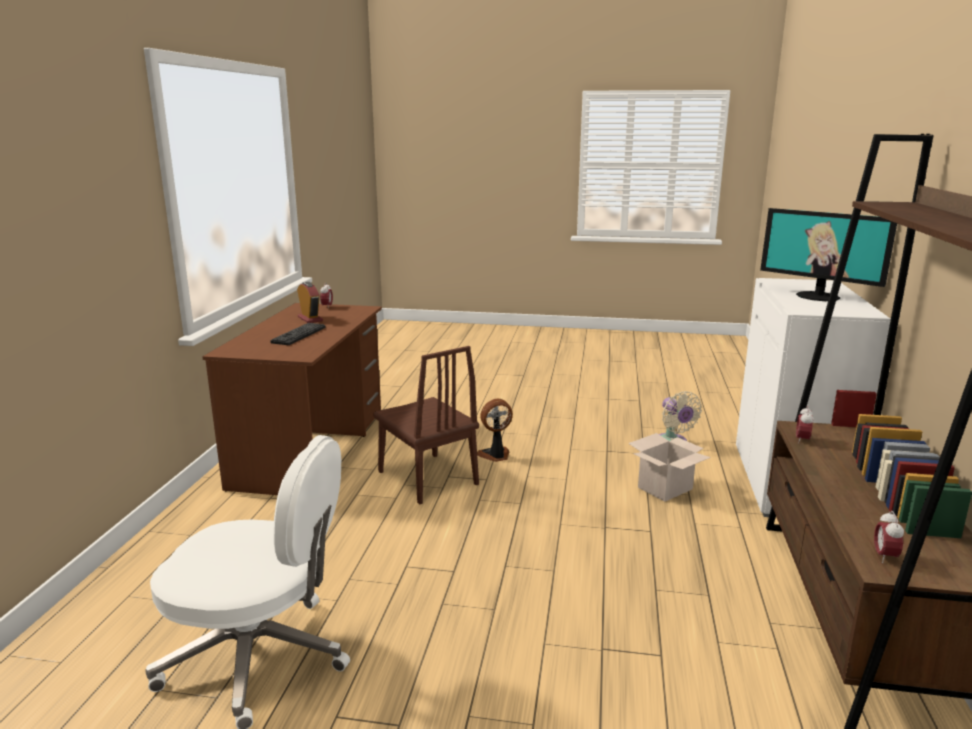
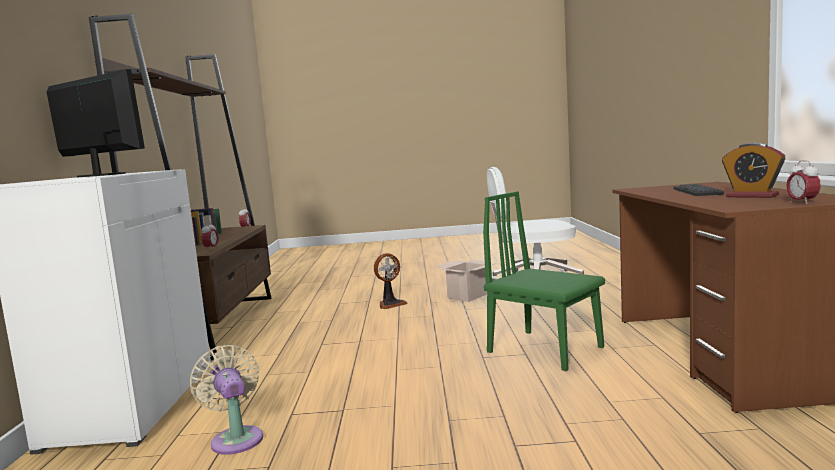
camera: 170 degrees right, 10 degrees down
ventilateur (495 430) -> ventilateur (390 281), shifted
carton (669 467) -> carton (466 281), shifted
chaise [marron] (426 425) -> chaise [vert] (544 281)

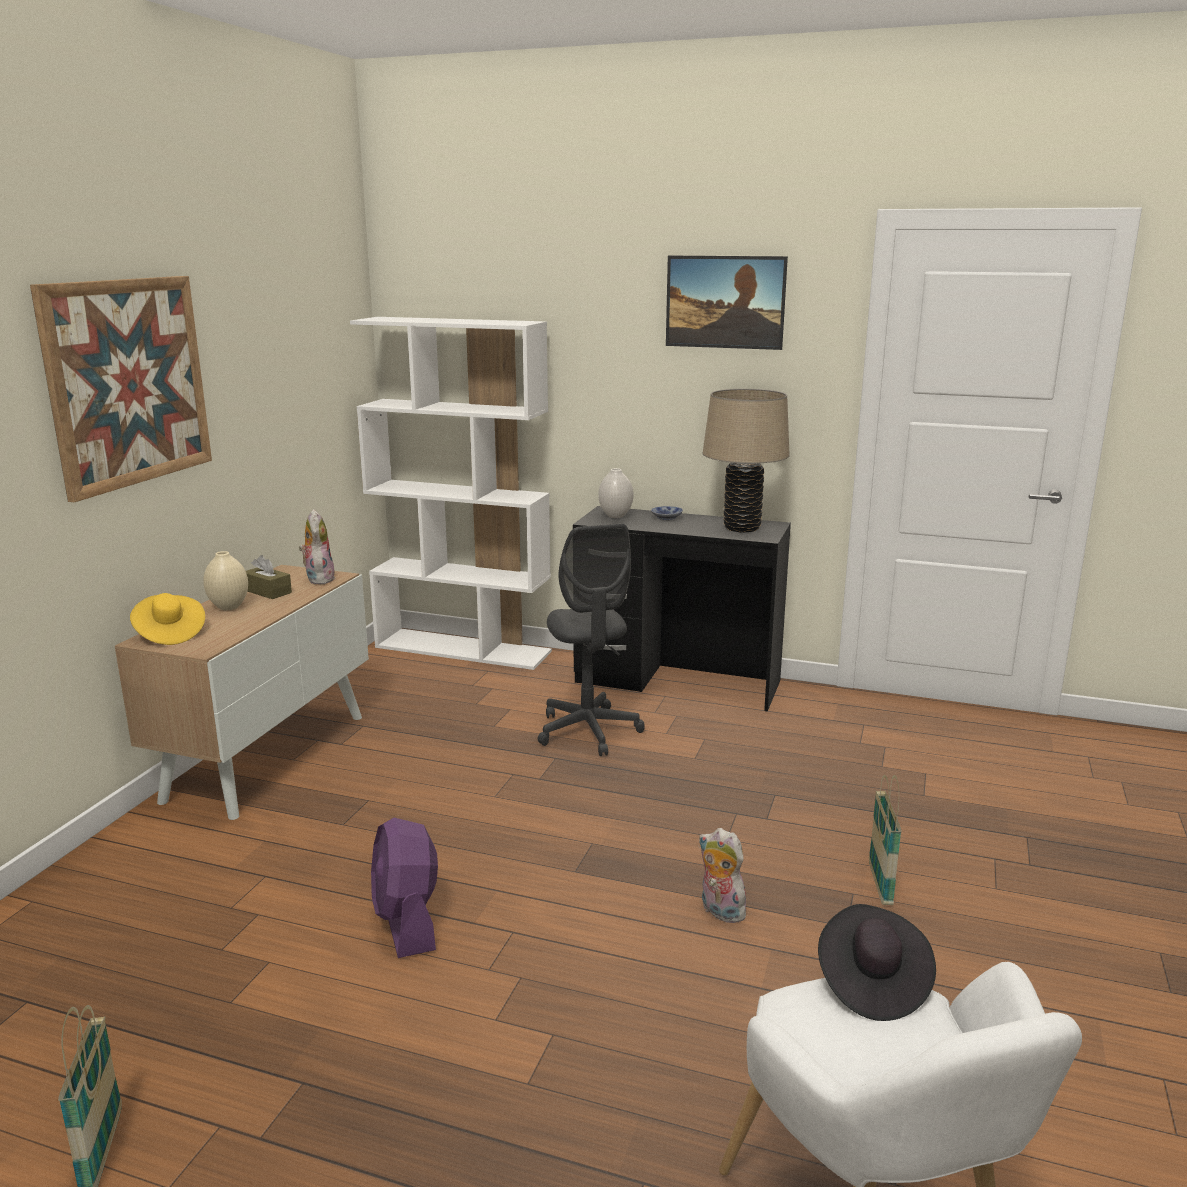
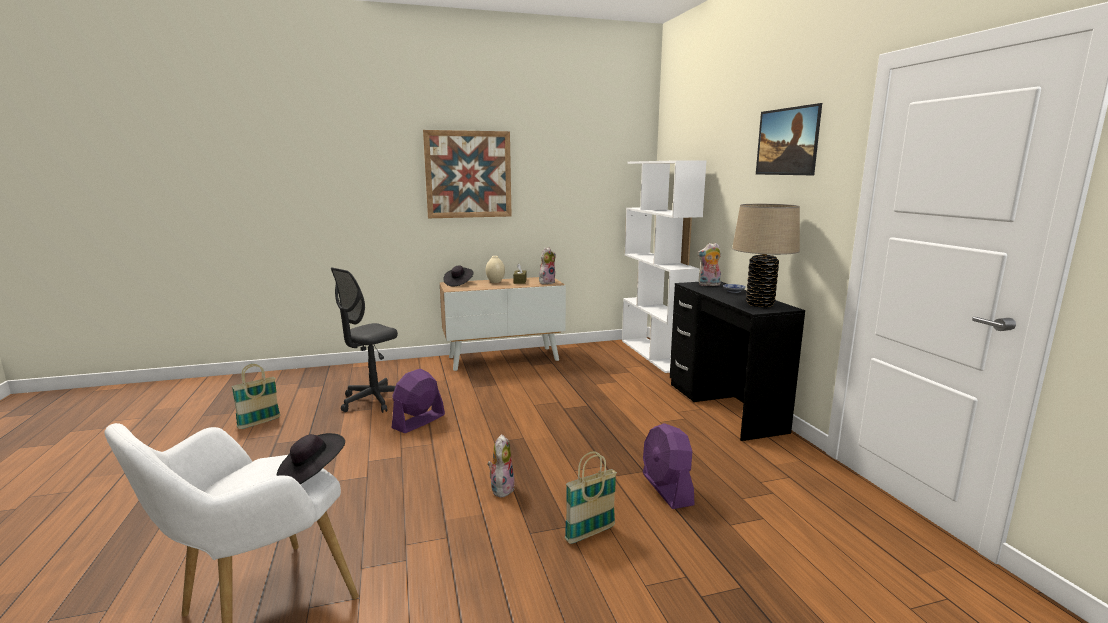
camera: 55 degrees right, 5 degrees down
chaise de bureau [gris] (591 640) -> chaise de bureau [gris] (364 340), shifted
chapeau [jaune] (167 619) -> chapeau [noir] (459 276)
none -> ventilateur [violet] (669 466)
vase [blanc] (616 493) -> peluche (709 264)

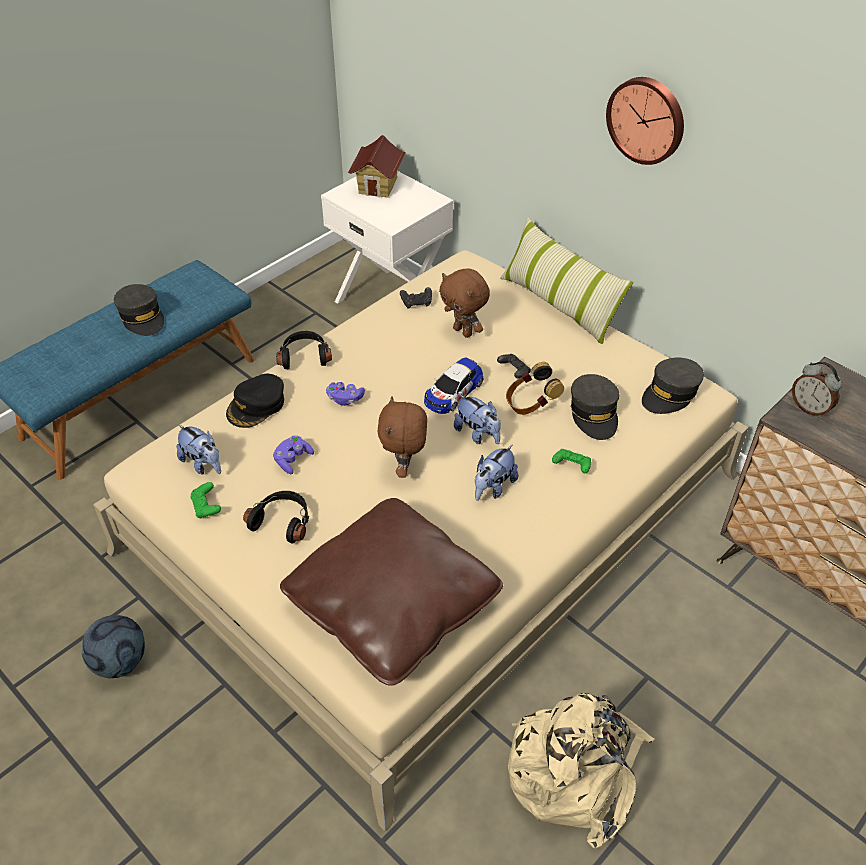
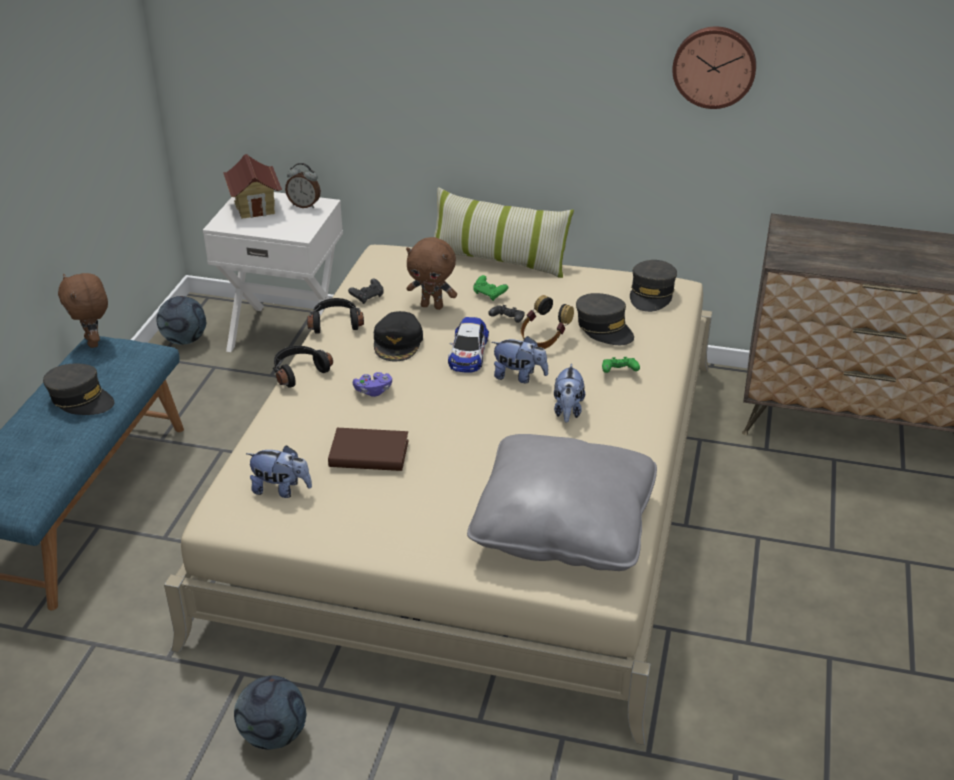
camera: 30 degrees left, 10 degrees down
peluche [marron] (402 437) -> peluche [marron] (83 310), shifted
none -> ballon de foot (181 320)
réveil (817 389) -> réveil (303 185), shifted
casque audio [noir] (276 517) -> casque audio [noir] (335 316), shifted
manette [violet] (293 454) -> livre [marron] (368 449)
casquette [noir] (255 401) -> casquette [noir] (398 336), shifted
coussin [marron] (391 592) -> coussin [gris] (562 502)
manette [vert] (205 500) -> manette [vert] (490 288), shifted
horloge murale (645 121) -> horloge murale (714 67), shifted
sac à dos [beige] (581 770) -> none

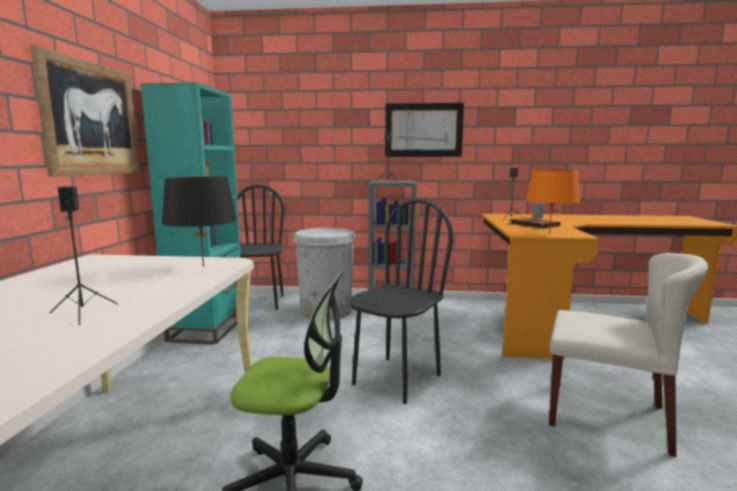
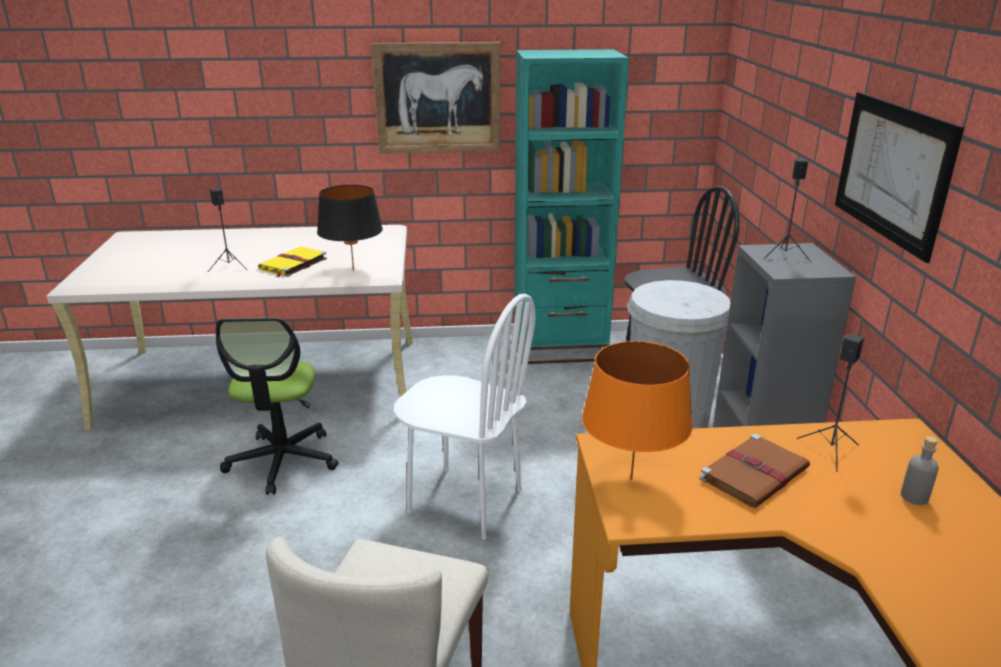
camera: 80 degrees right, 15 degrees up
none -> livre [jaune] (292 262)
chaise [noir] (401 301) -> chaise [blanc] (464 417)

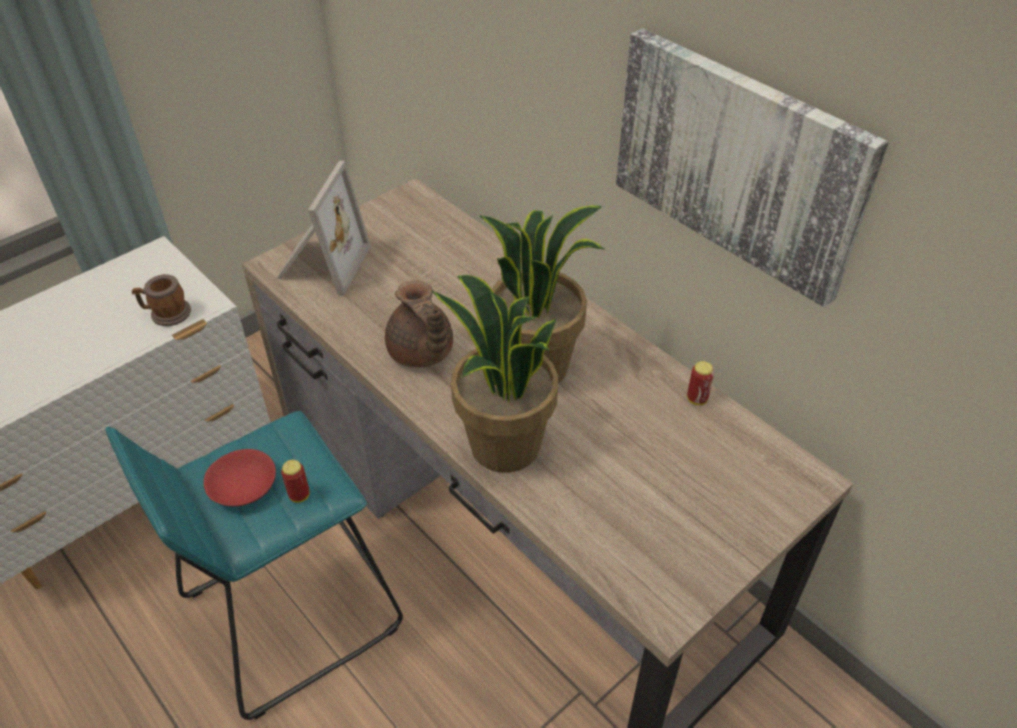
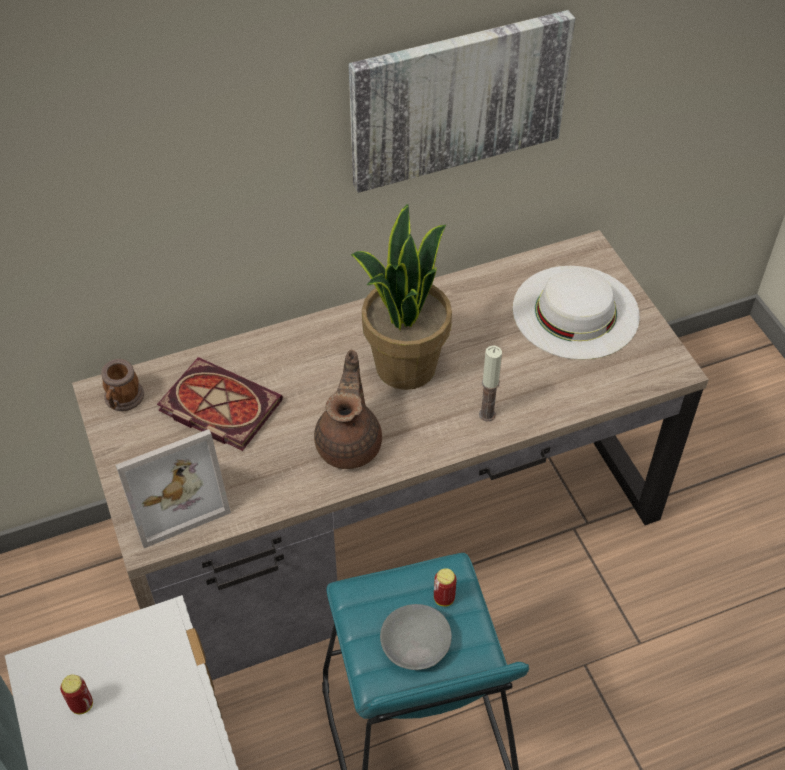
camera: 70 degrees left, 5 degrees up
boîte métallique (700 383) -> boîte métallique (76 694), shifted
mug (161 300) -> mug (122 385), shifted
cadre photo (323 228) -> cadre photo (173 488), 120 degrees clockwise
none -> livre (220 404)
théière [marron] (419 324) -> théière [marron] (348 409), 75 degrees counterclockwise
bol [rouge] (240 478) -> bol [gris] (416 637)
plante en pot (494 374) -> bougie (490 383)
none -> chapeau [blanc] (576 313)

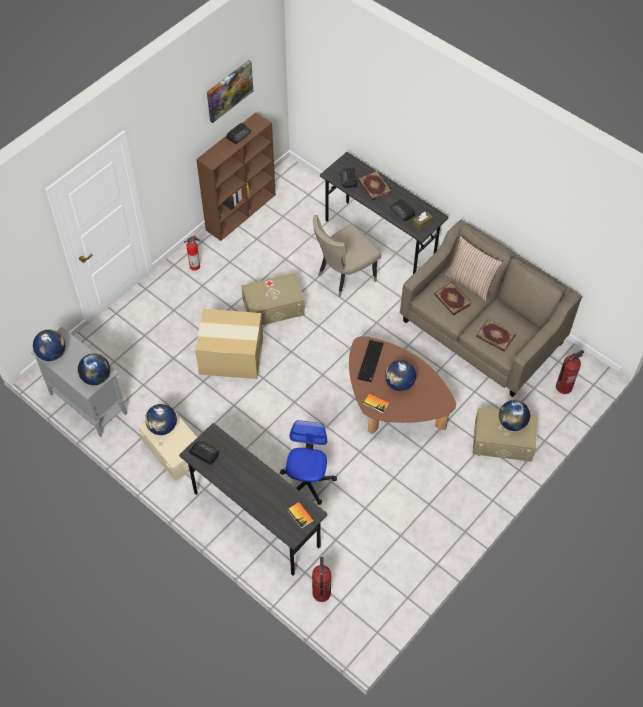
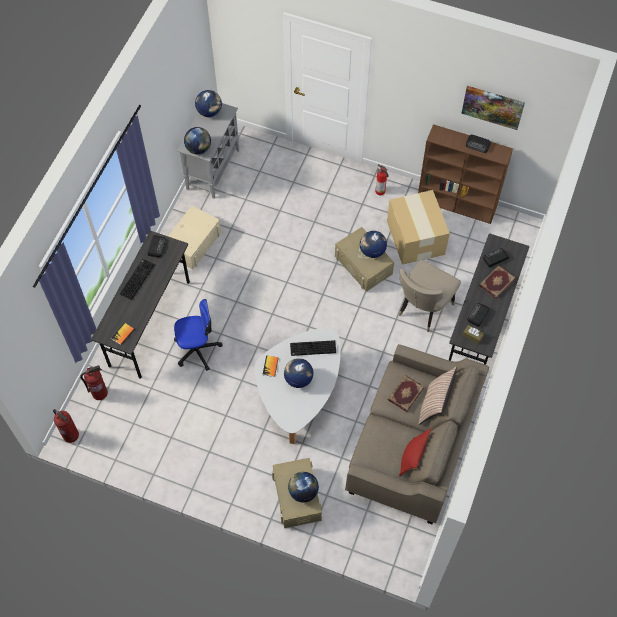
camera: 70 degrees right, 5 degrees up
extincteur (570 372) -> extincteur (66 426), shifted
none -> clavier (137 279)
table basse [marron] (402 385) -> table basse [blanc] (298 386)
globe (161 419) -> globe (373 244), shifted
carton (229 344) -> carton (418 227), shifted
chaise [beige] (347 256) -> chaise [beige] (429 295), 90 degrees counterclockwise
none -> coussin [rouge] (415 452)
livre (496 335) -> none

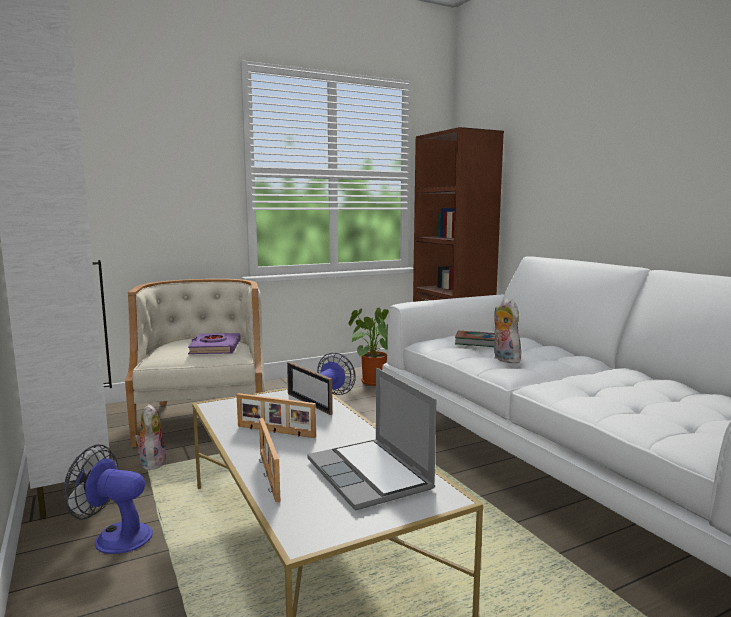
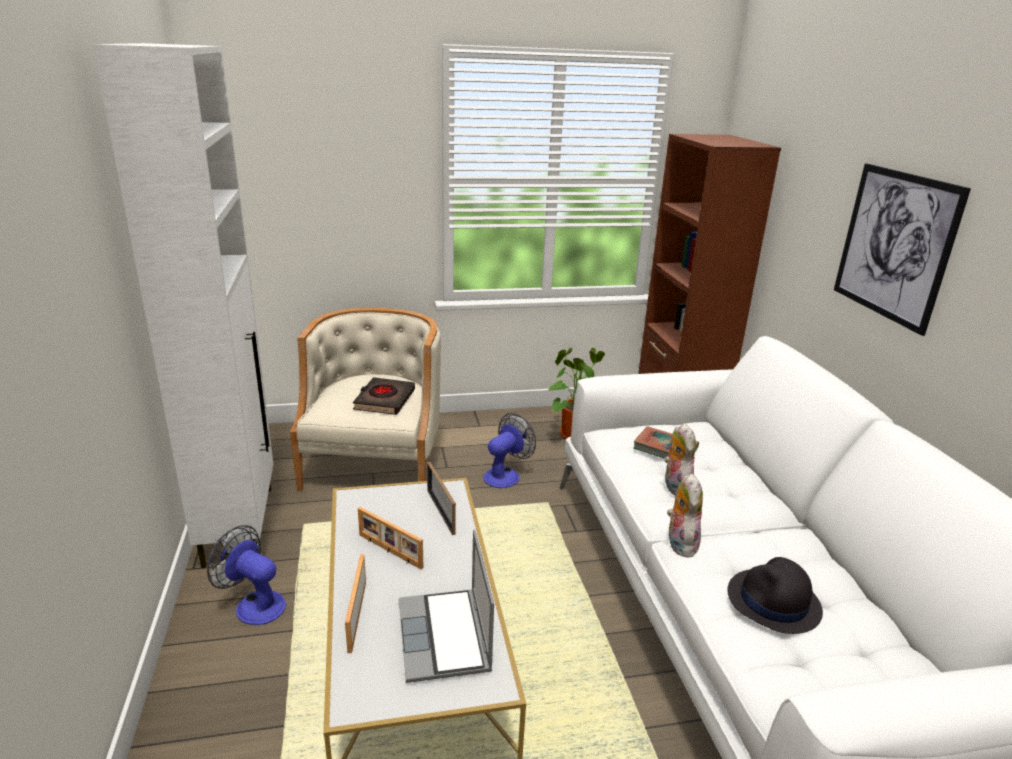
camera: 15 degrees right, 15 degrees up
livre [violet] (214 343) -> livre [noir] (384 396)
peluche (150 437) -> peluche (685 515), shifted
none -> chapeau [noir] (775 595)
none -> tableau (902 249)

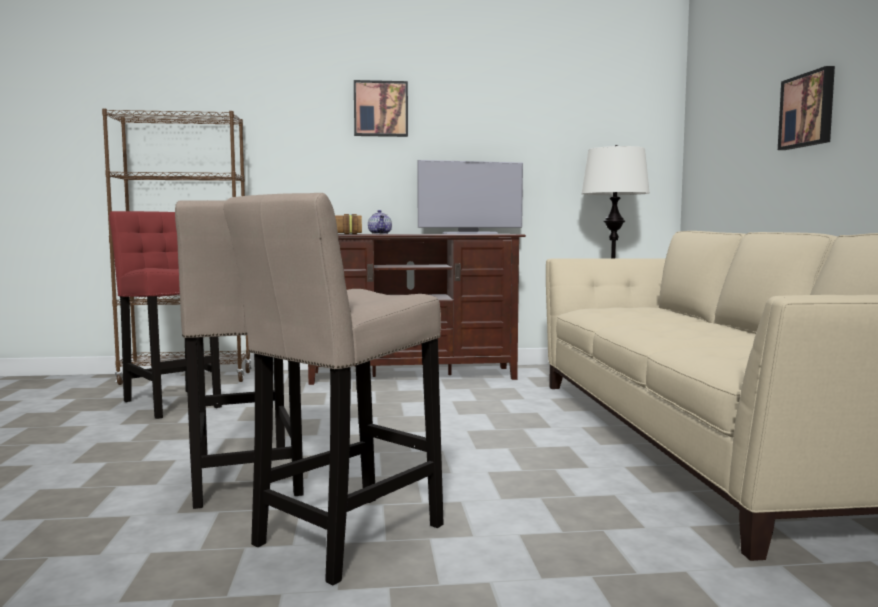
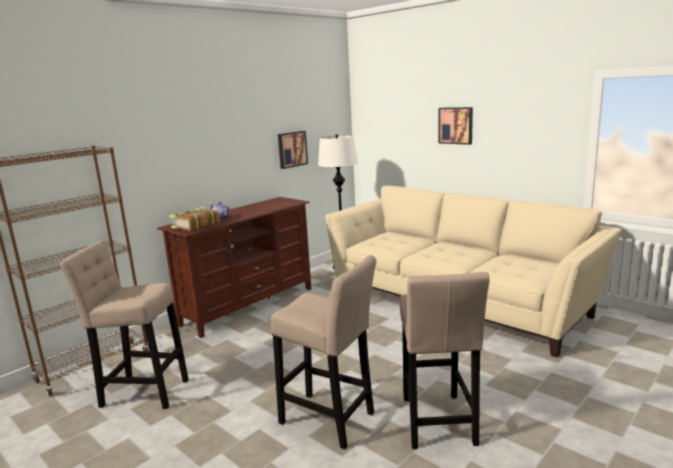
camera: 40 degrees left, 10 degrees up
tabouret [rouge] (165 315) -> tabouret [beige] (124 325)
tableau (381 108) -> tableau (293 150), shifted
téléviseur (470 197) -> none

